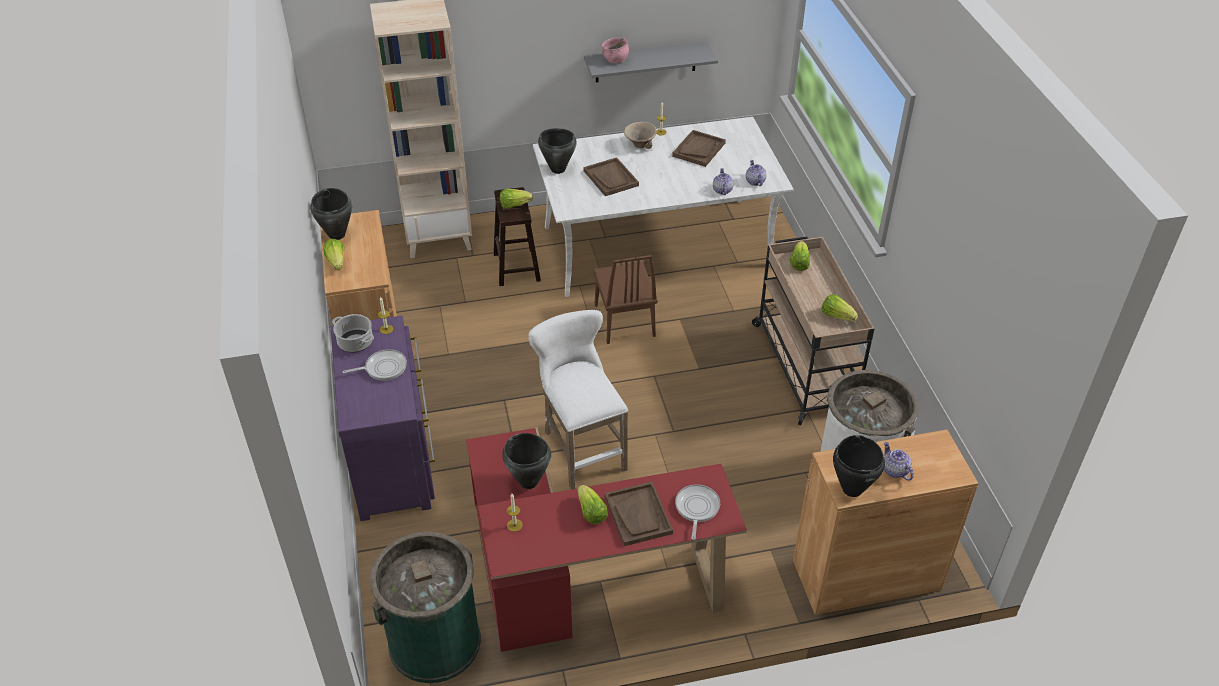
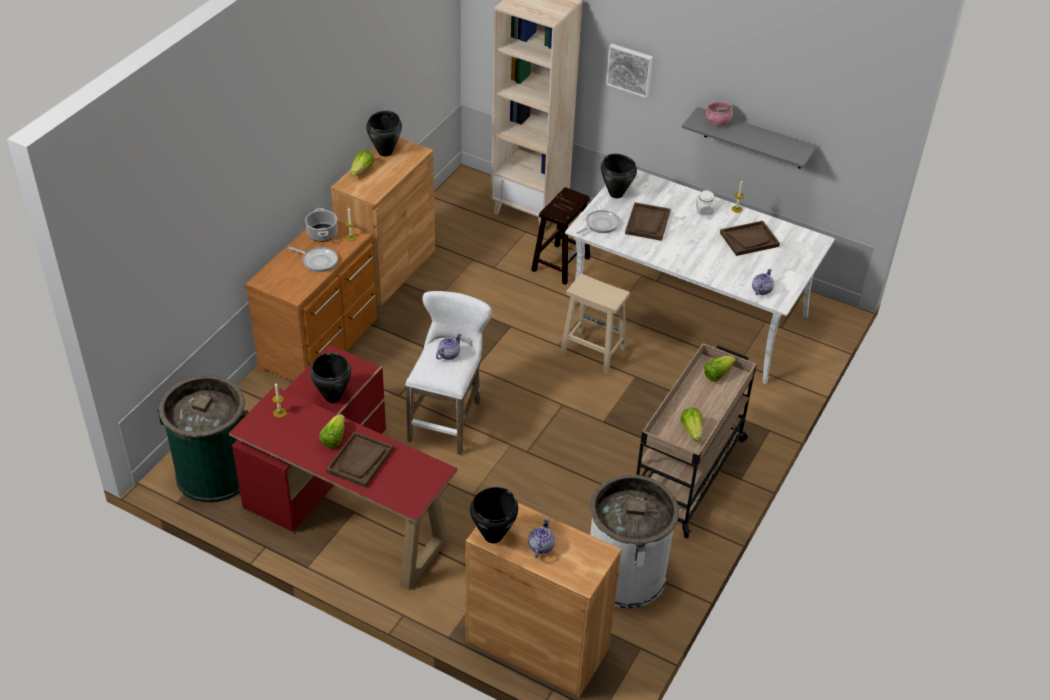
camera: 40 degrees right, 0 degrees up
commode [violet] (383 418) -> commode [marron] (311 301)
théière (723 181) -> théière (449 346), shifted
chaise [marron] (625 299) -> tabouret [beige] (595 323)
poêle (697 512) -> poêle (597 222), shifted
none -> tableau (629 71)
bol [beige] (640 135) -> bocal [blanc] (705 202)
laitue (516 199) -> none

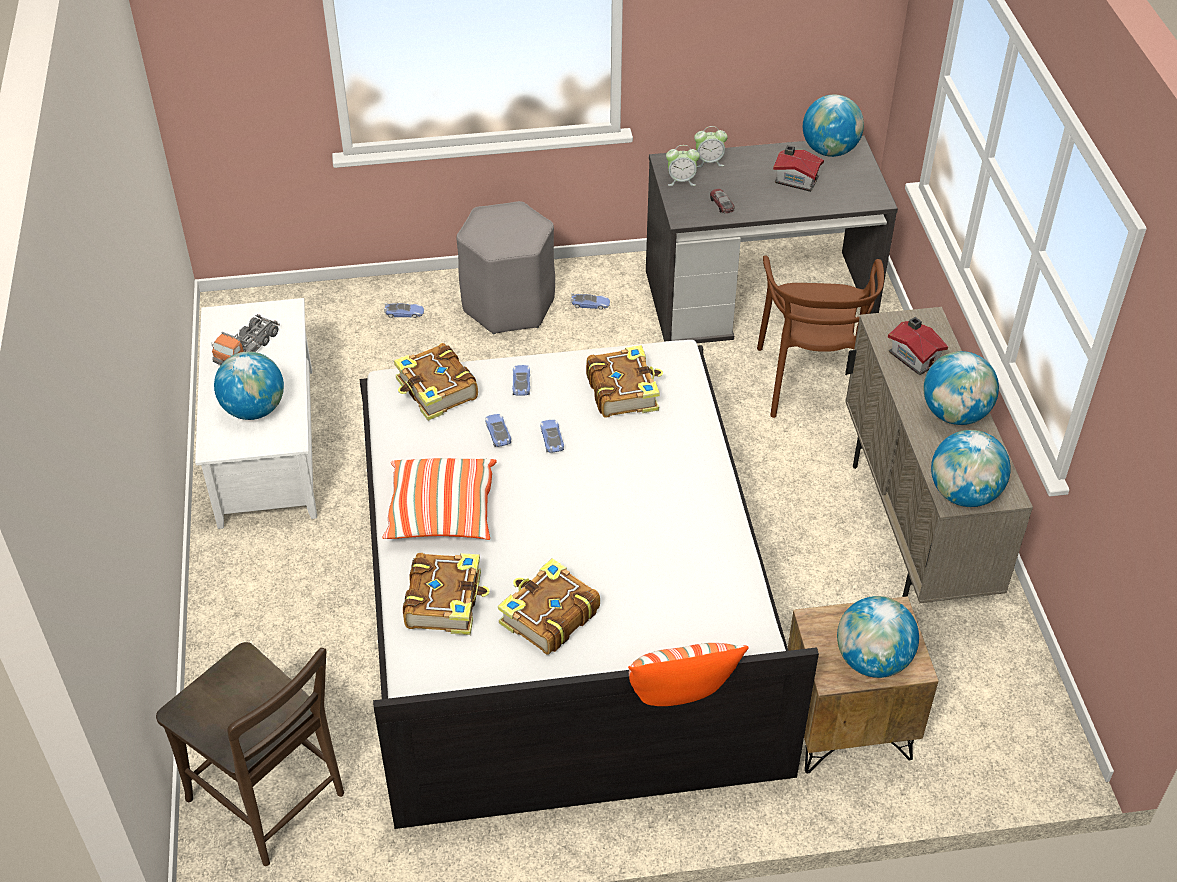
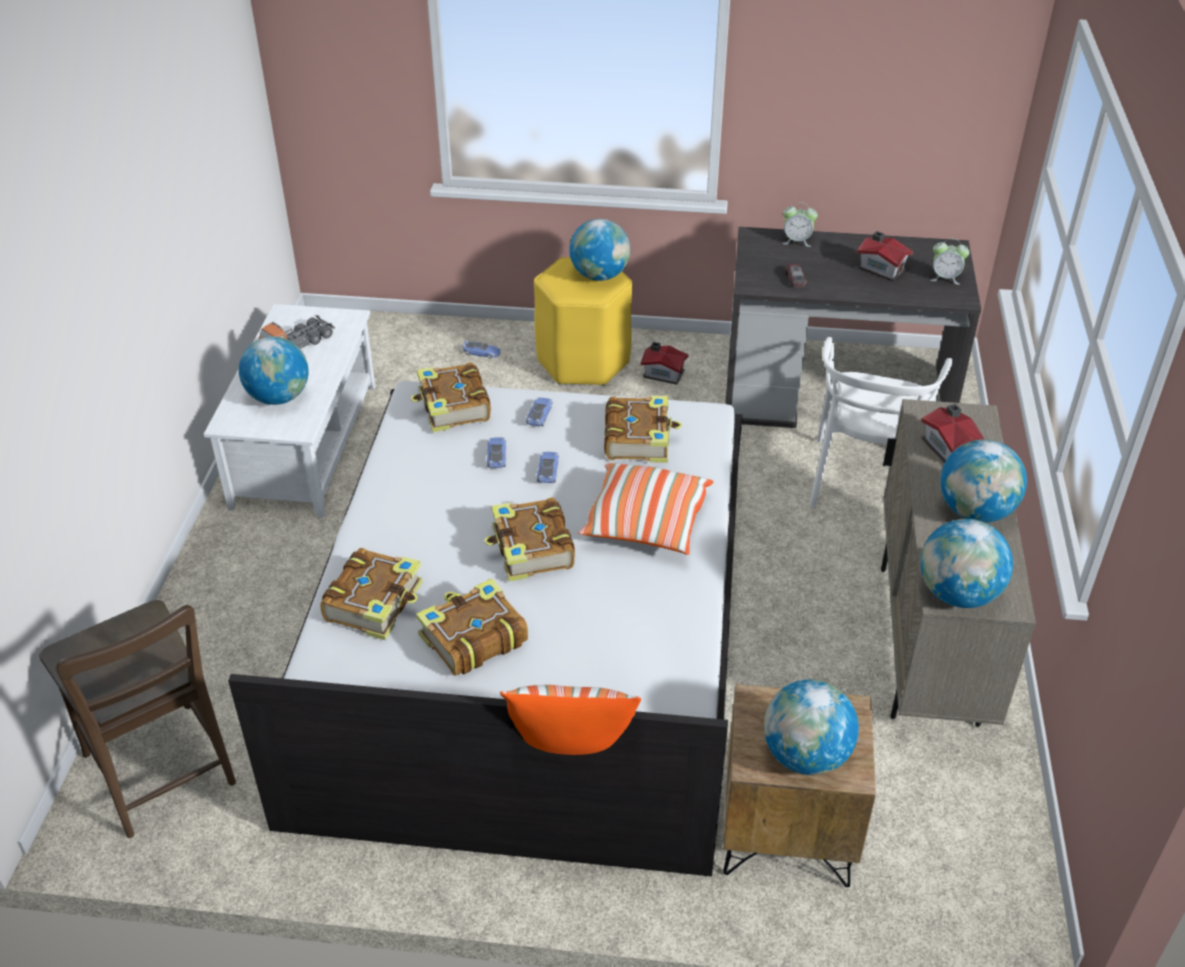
camera: 15 degrees right, 5 degrees down
none -> livre (529 540)
tabouret [gris] (506 267) -> tabouret [jaune] (583 321)
globe (833 125) -> globe (599 250), shifted
coussin (439 499) -> coussin (645 509), shifted
petite voiture (590 301) -> maison miniature (664 363)
chaise [marron] (820 337) -> chaise [blanc] (881 422)
réveil (683 165) -> réveil (949 261), shifted

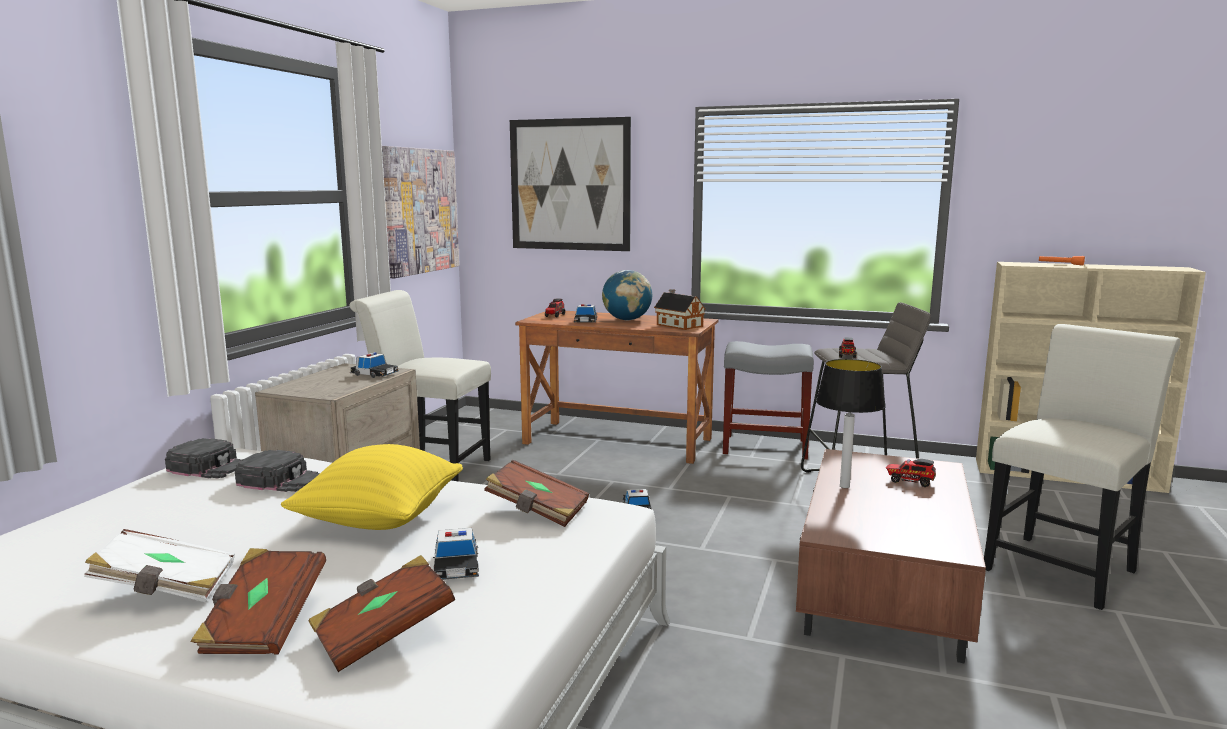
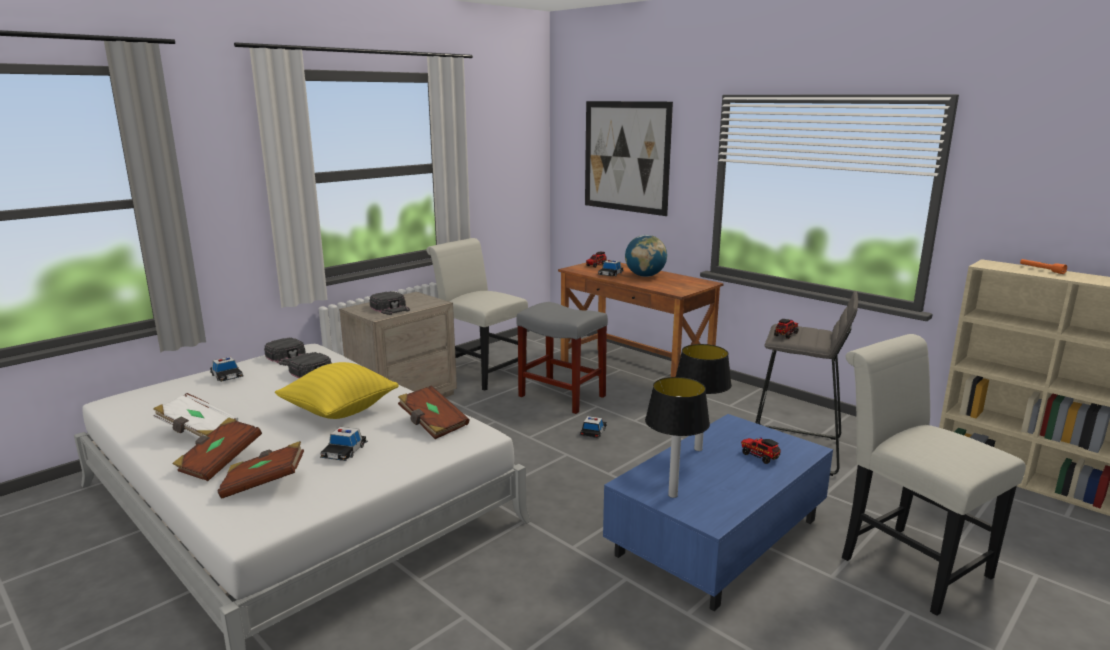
camera: 25 degrees right, 5 degrees up
petite voiture (374 365) -> petite voiture (227 369), shifted
none -> casquette [noir] (390 303)
tabouret [gris] (768 400) -> tabouret [gris] (562 358), shifted
table basse [marron] (891 556) -> table basse [bleu] (718 512)
none -> lampe de table (677 437)
chaise [blanc] (1082 467) -> chaise [blanc] (934 475), 105 degrees counterclockwise
tableau (420 212) -> none
maison miniature (680 309) -> none

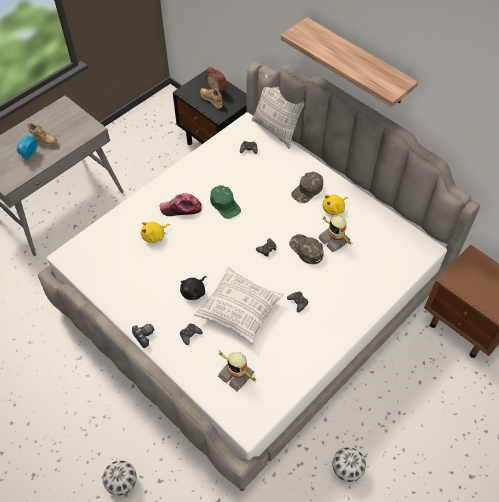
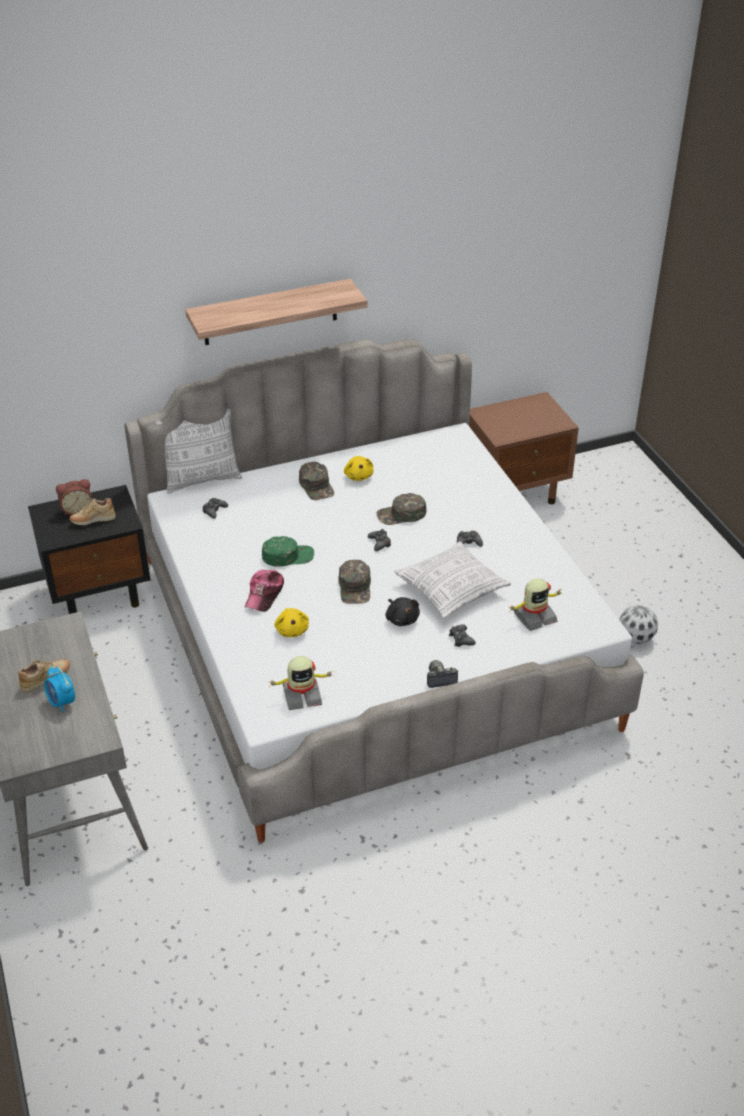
camera: 65 degrees left, 15 degrees down
robot jouet (334 233) -> robot jouet (301 683), shifted
none -> casquette [vert] (354 582)
ballon de foot (120 478) -> none

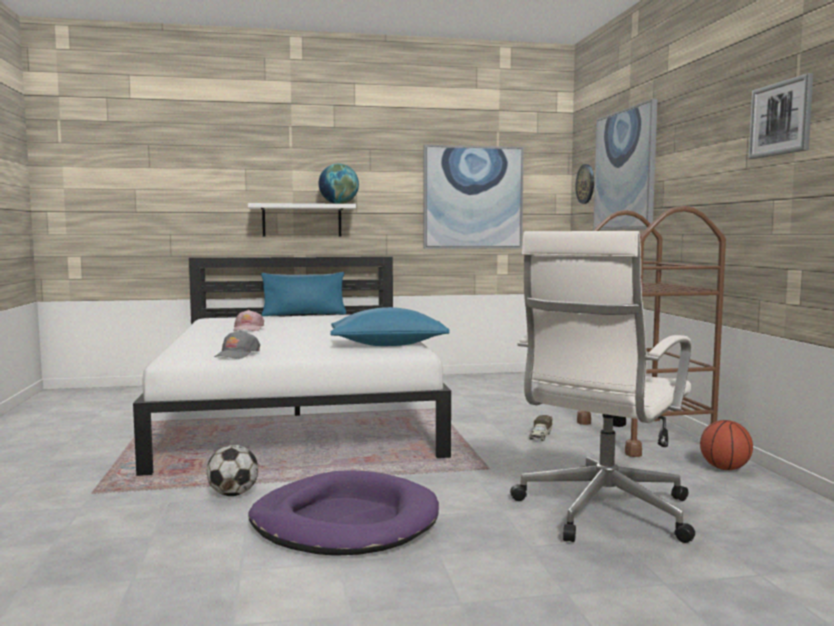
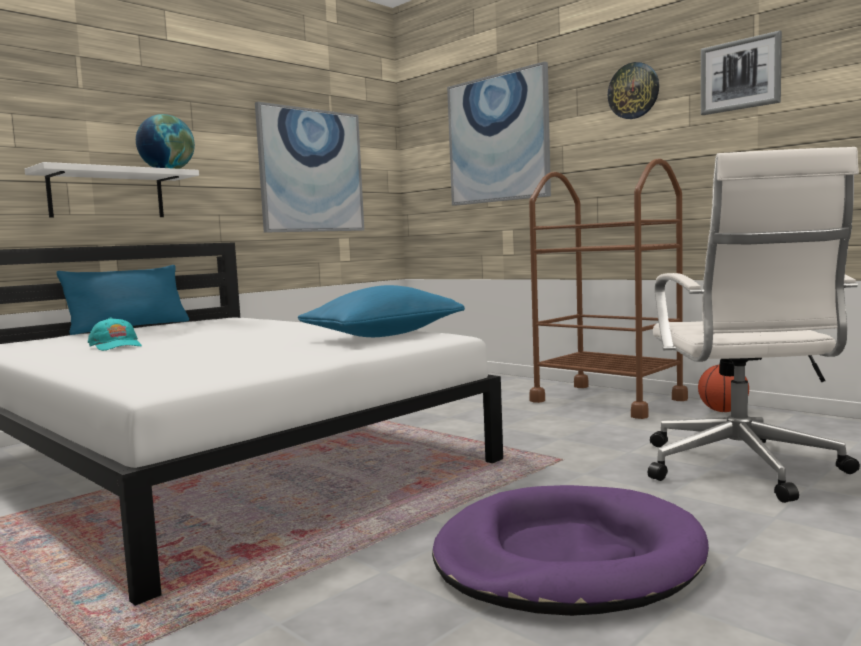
camera: 35 degrees left, 0 degrees up
casquette [rose] (248 320) -> casquette [turquoise] (115 334)
horloge murale (584 184) -> horloge murale (633 90), shifted
ballon de foot (232 470) -> none
casquette [gris] (237 344) -> none
camion jouet (541 428) -> none

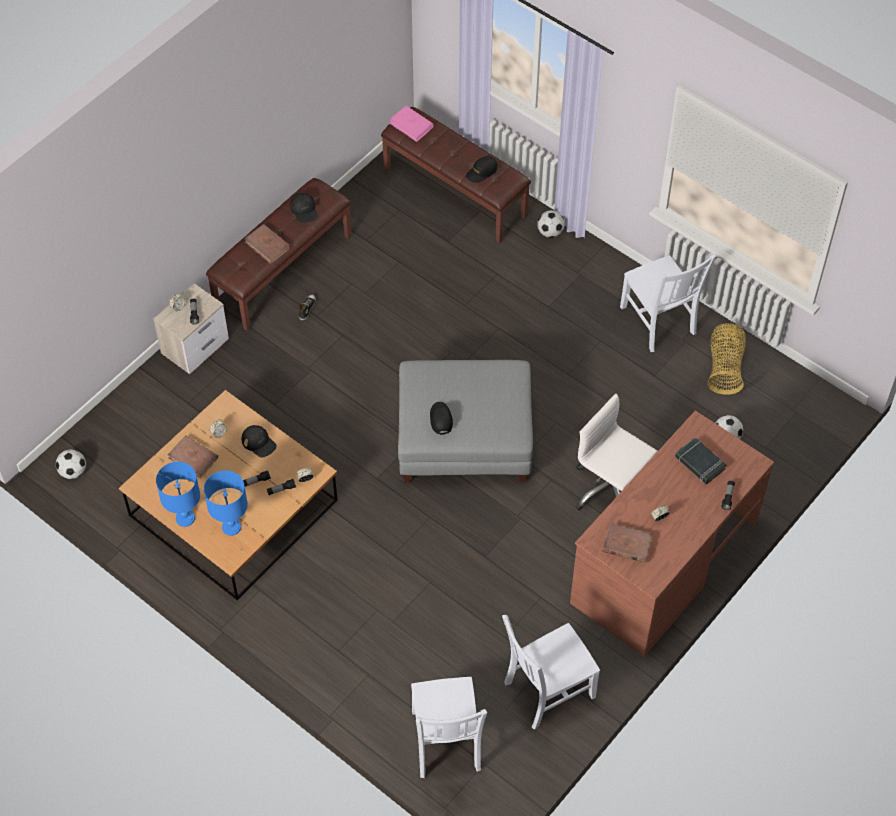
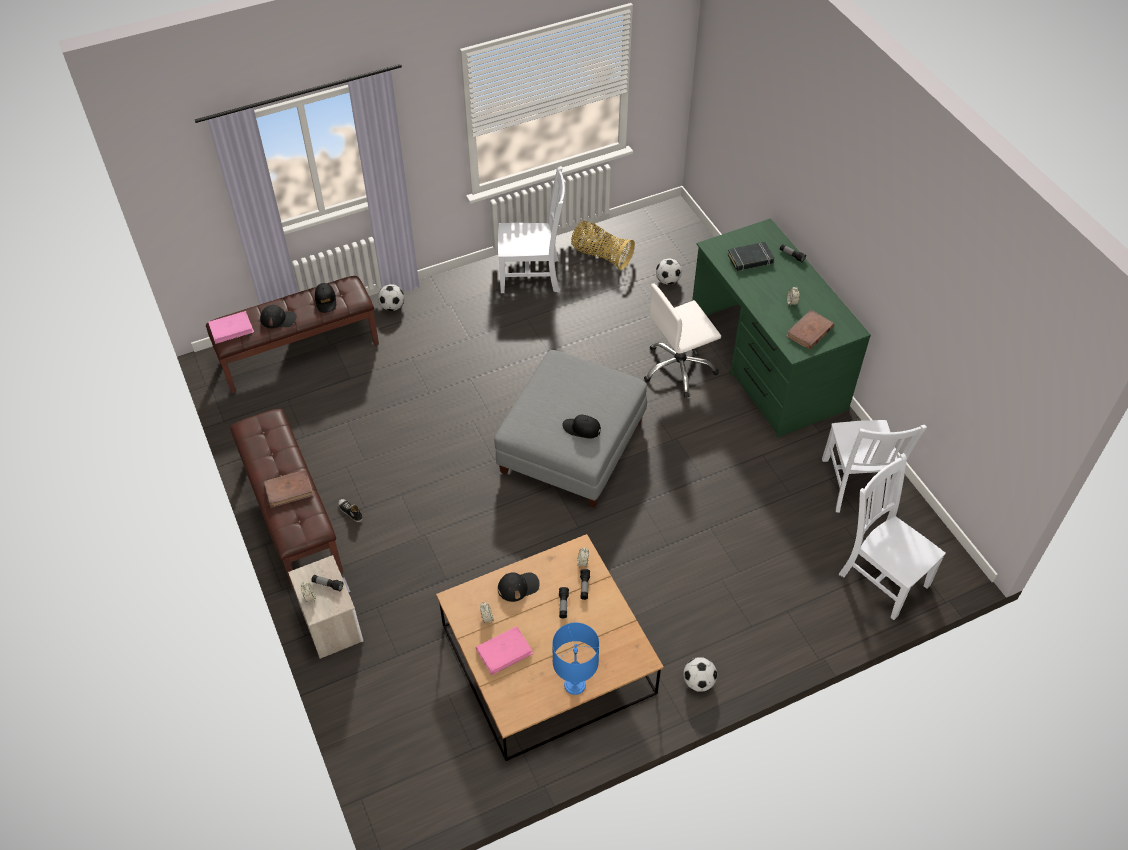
camera: 65 degrees left, 5 degrees down
casquette [noir] (304 208) -> casquette [noir] (278 316), shifted
livre [marron] (193 457) -> livre [rose] (505 650)
ballon de foot (71 464) -> ballon de foot (700 674), shifted
bureau [marron] (672 533) -> bureau [vert] (781 328)
chaise [blanc] (449 727) -> chaise [blanc] (892 536), 150 degrees counterclockwise
lampe de table [bleu] (226 503) -> none

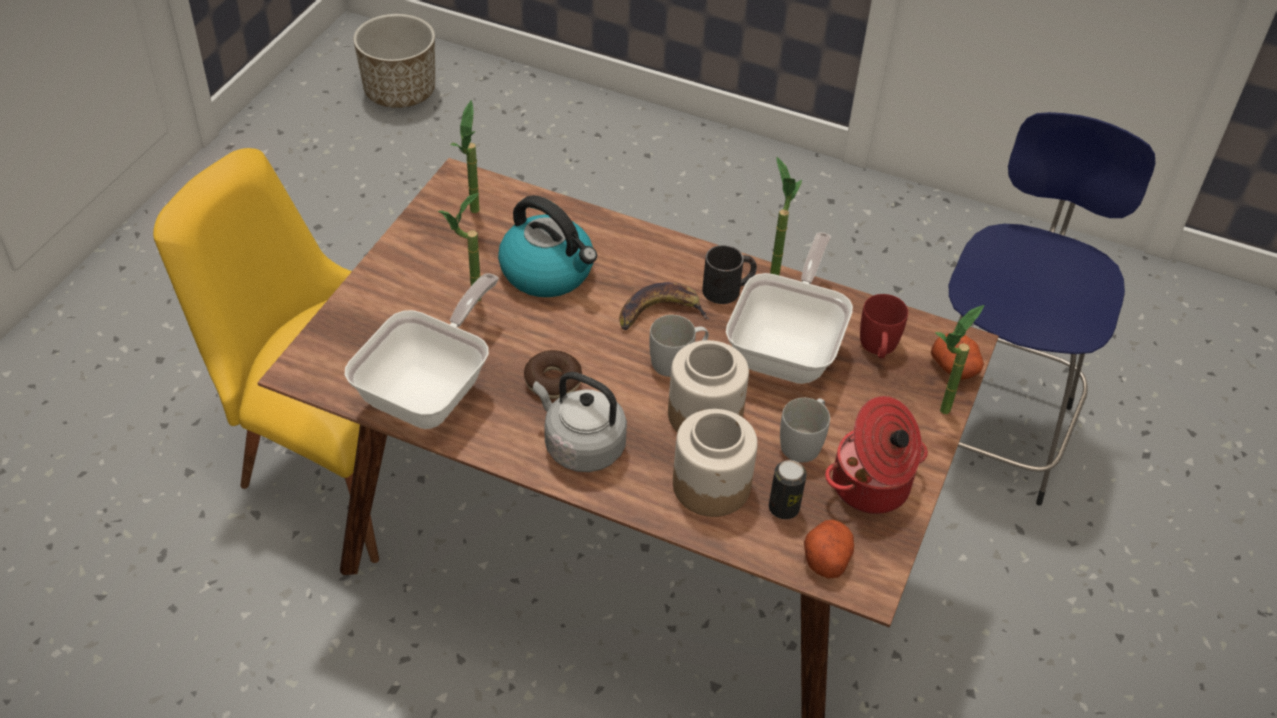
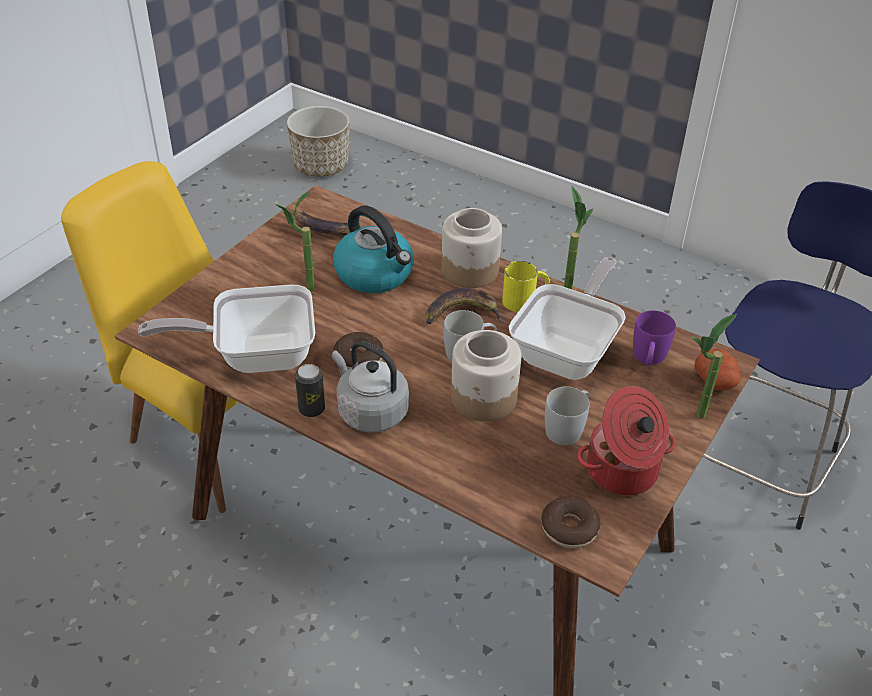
camera: 10 degrees right, 5 degrees down
poêle (422 351) -> poêle (226 329), 135 degrees counterclockwise
plante en pot (464 156) -> banane (328 222)
boîte métallique (788 489) -> boîte métallique (310 390), shifted
bocal (715 463) -> bocal (471 248), shifted
mug [noir] (729 274) -> mug [jaune] (526 286)
pomme de terre (829 549) -> beignet (571 522)
mug [rouge] (884 326) -> mug [violet] (654 338)

